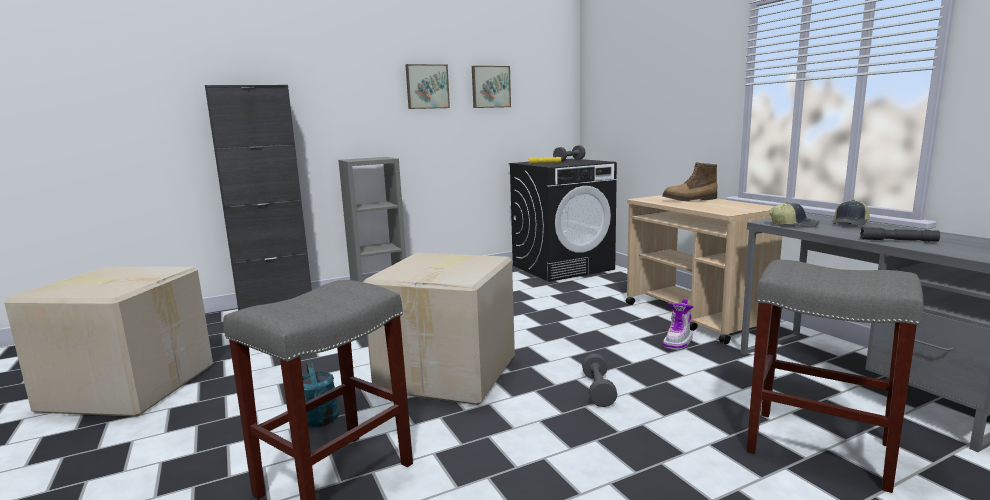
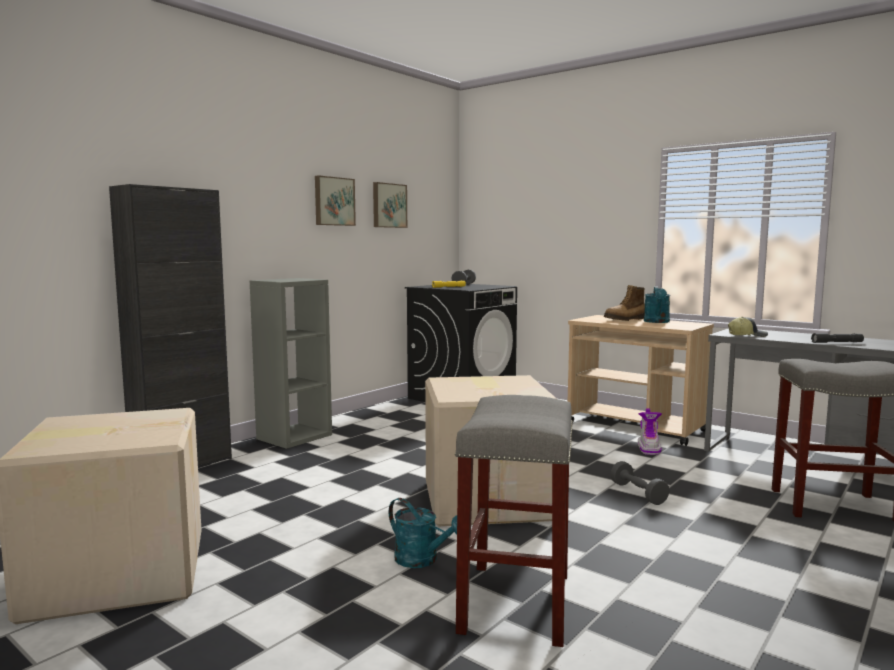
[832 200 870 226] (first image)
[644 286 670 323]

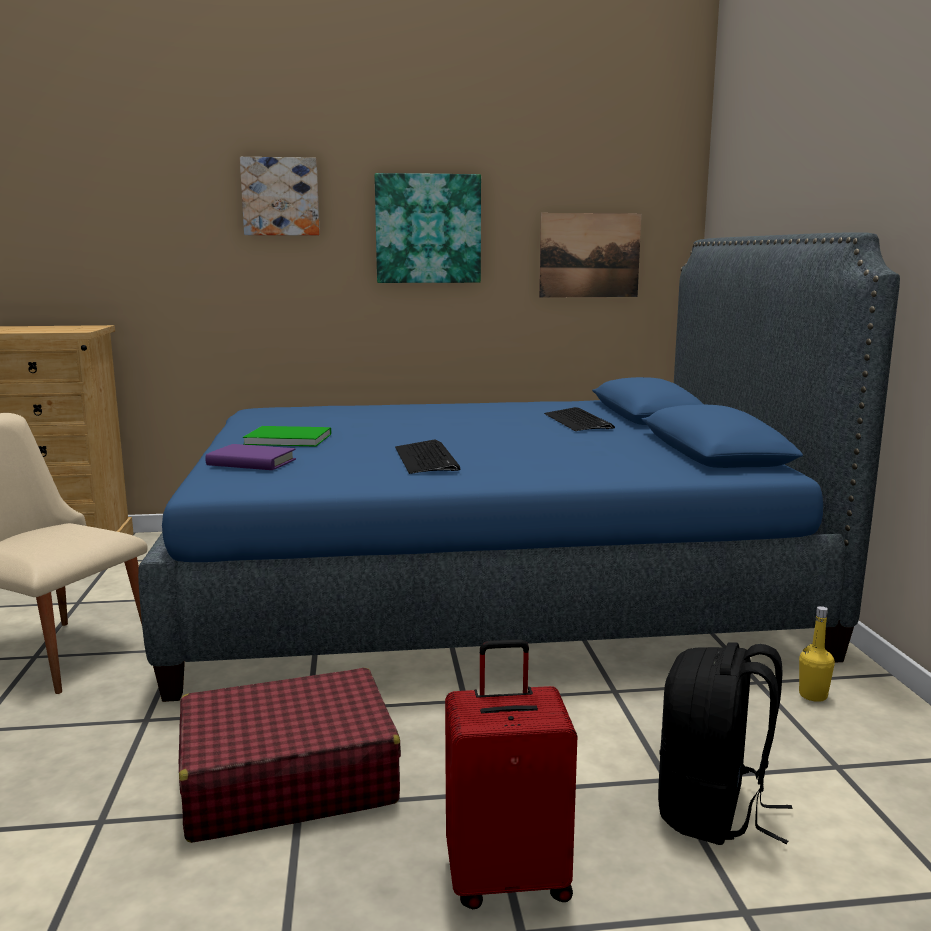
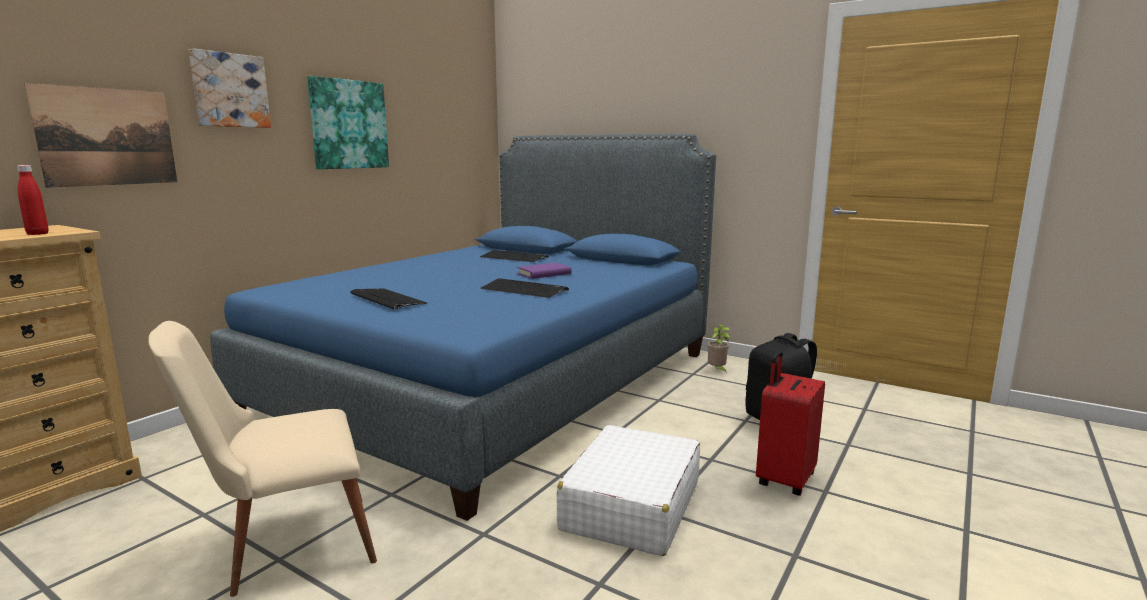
[556 425 700 556]
[517 263 571 279]
[350 289 427 309]
[24 83 177 188]
[707 324 730 372]
[17 165 49 235]

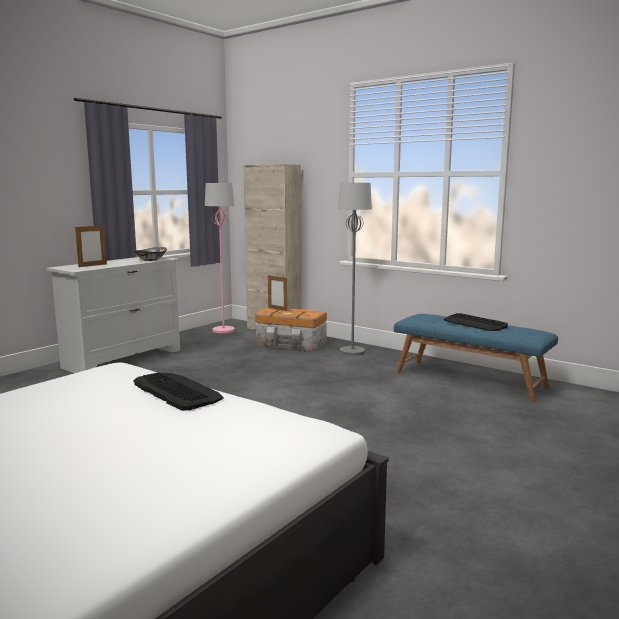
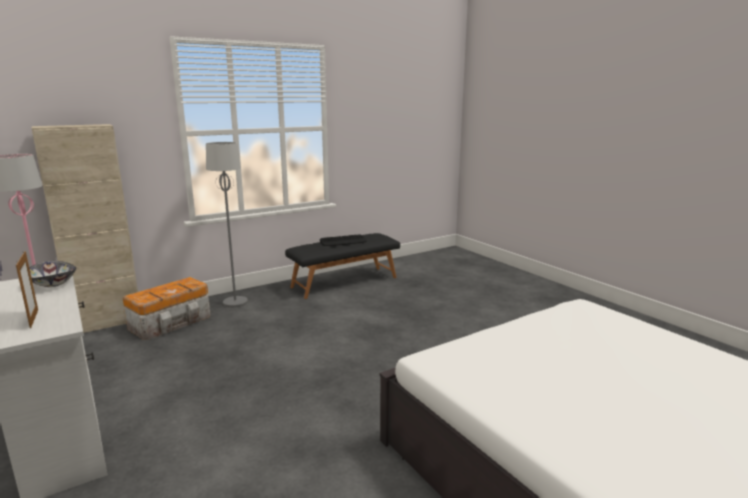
[133 372 224 411] (first image)
[268 275 287 311] (first image)
[285 233 400 299]

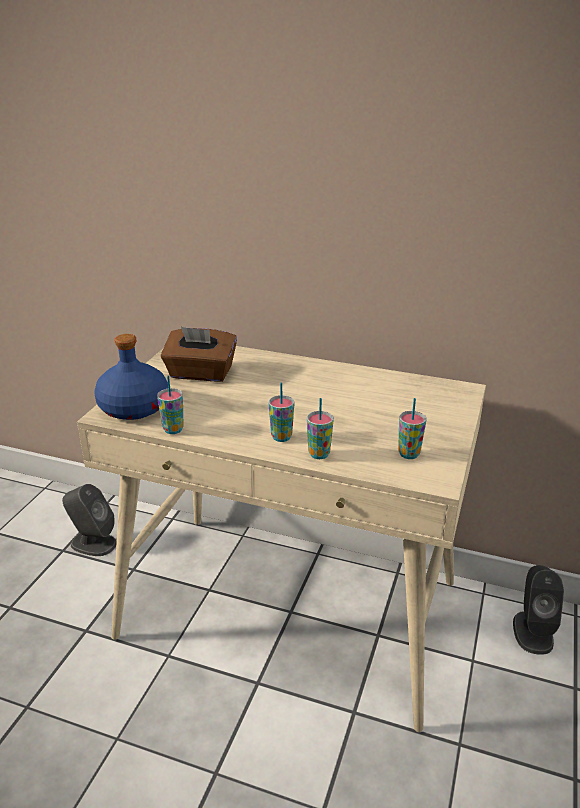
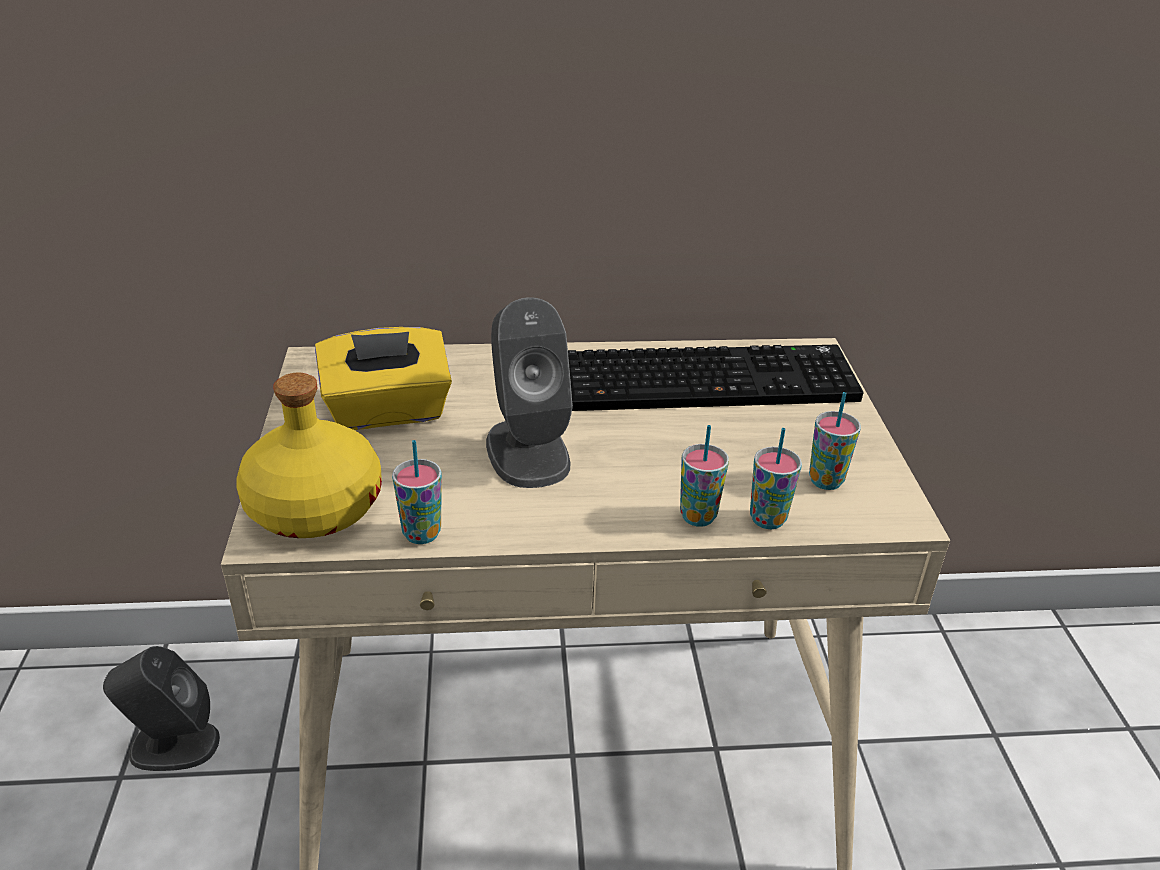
[236 373 382 538]
[315 327 452 430]
[750 428 802 529]
[486 297 573 488]
[568 345 864 411]

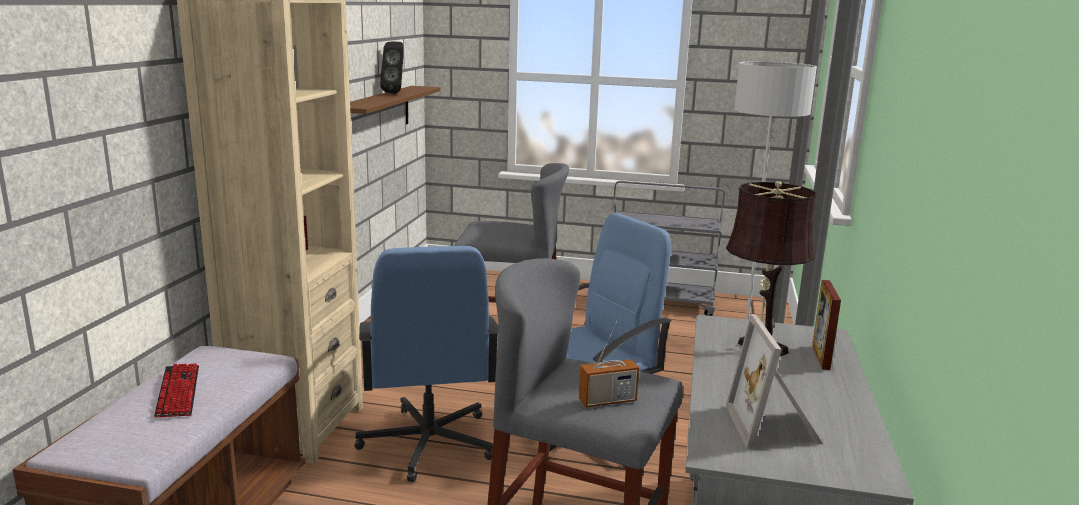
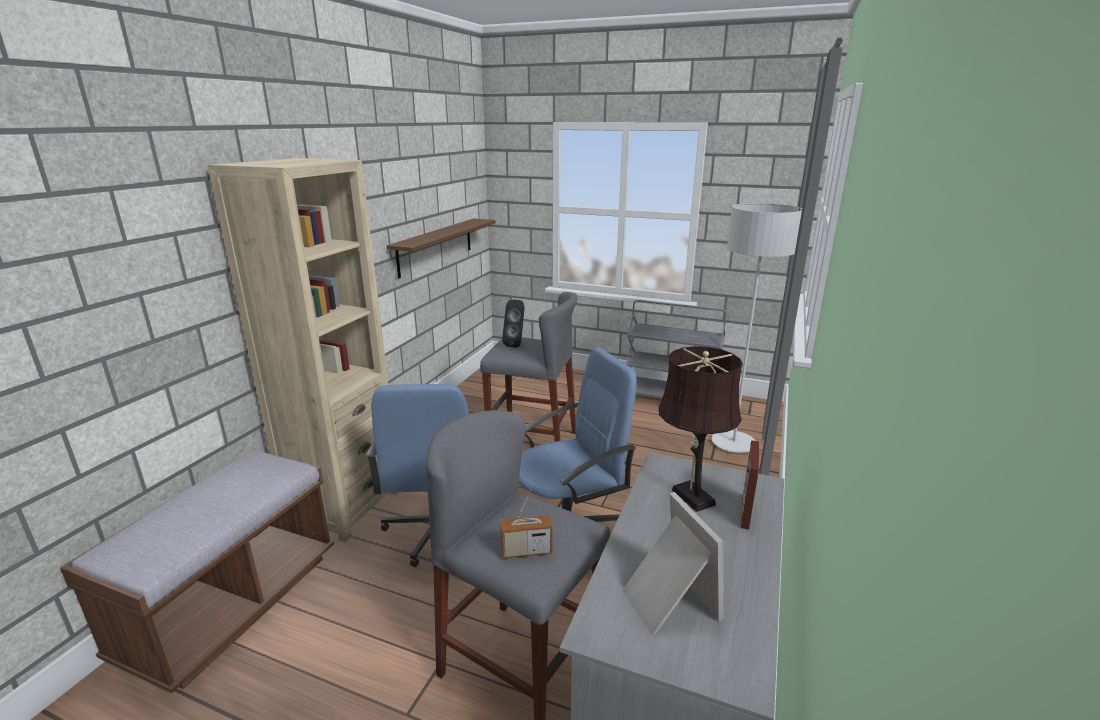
[154 363 199 417] (first image)
[502 300 524 348]
[622 492 724 635]

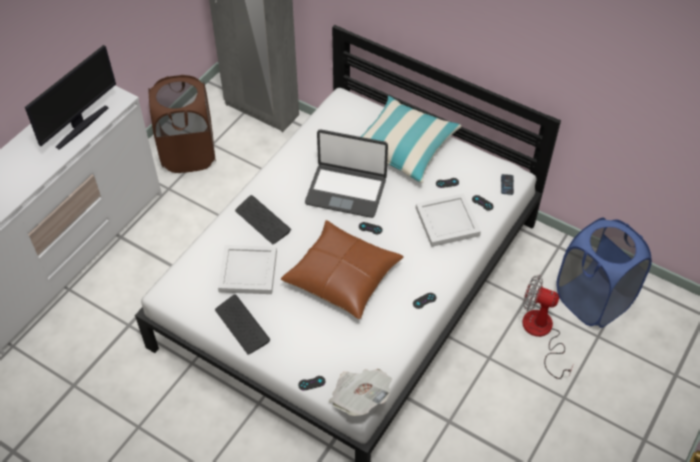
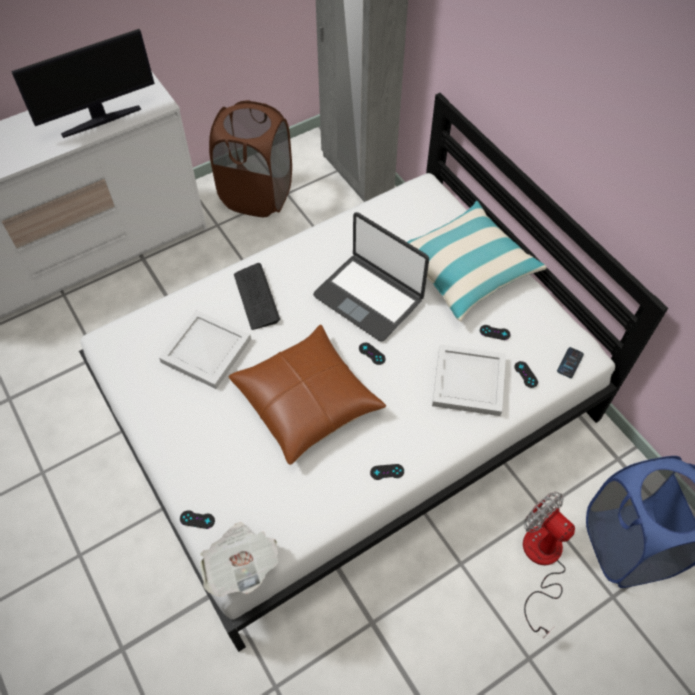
[215 295 270 355] (first image)

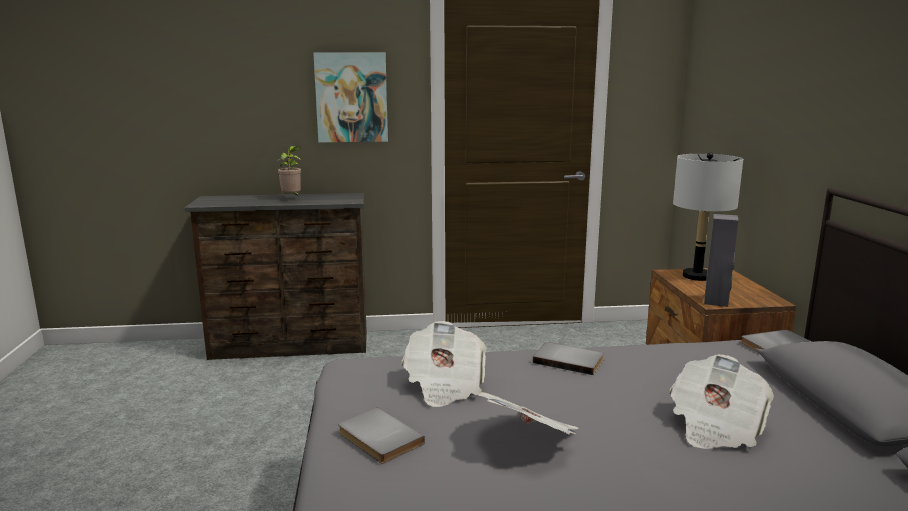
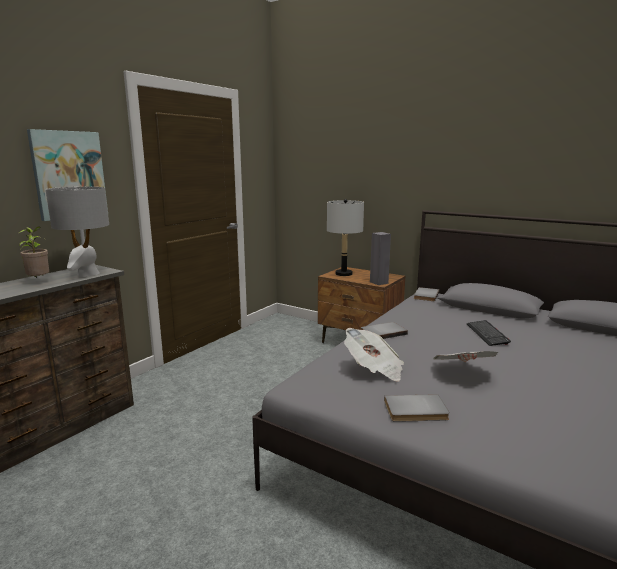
[467 320 511 346]
[45 187 109 277]

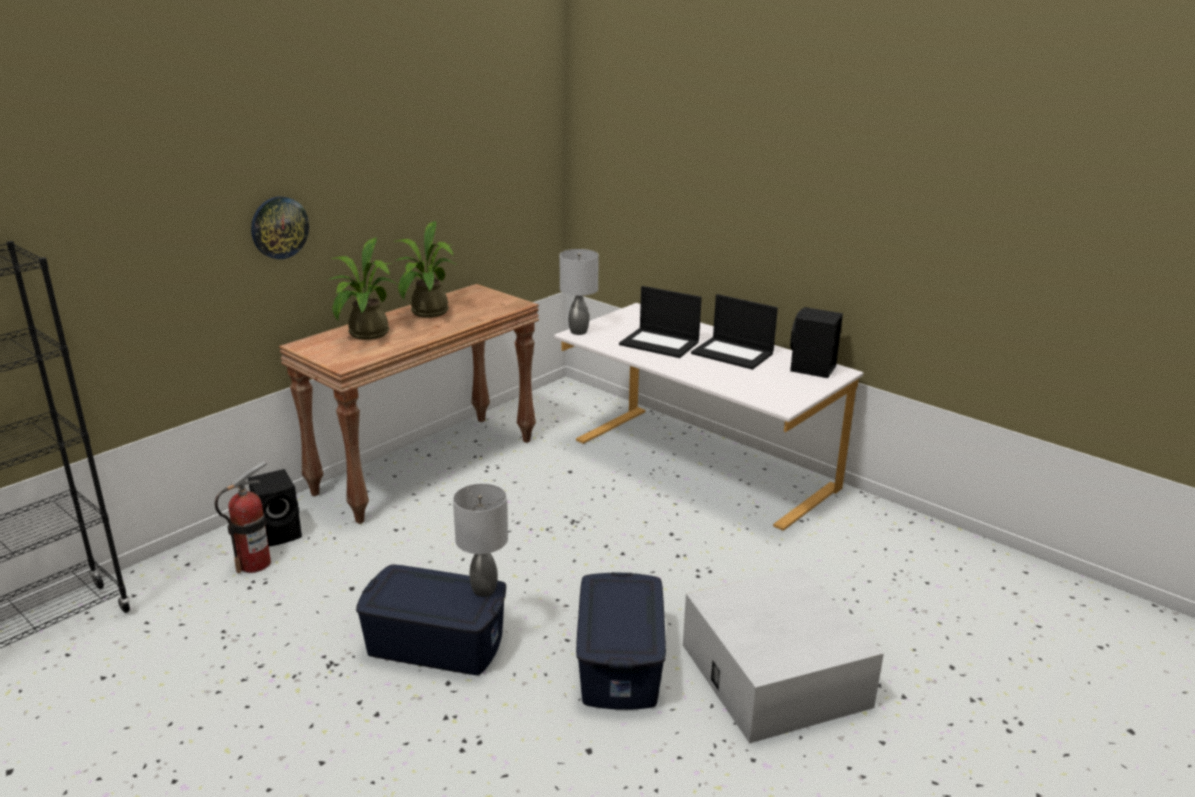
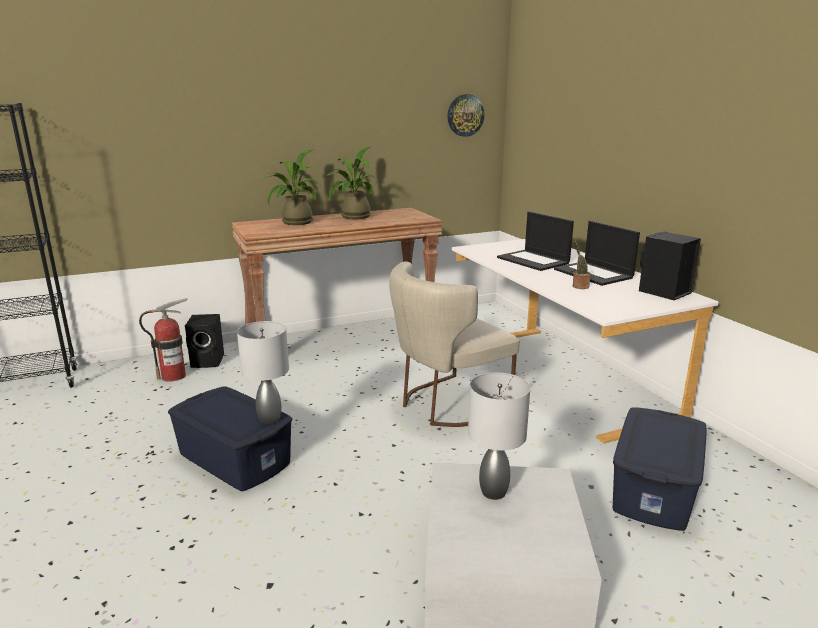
[448 94 484 137]
[468 372 530 500]
[613 407 707 531]
[389 262 520 427]
[573 241 591 289]

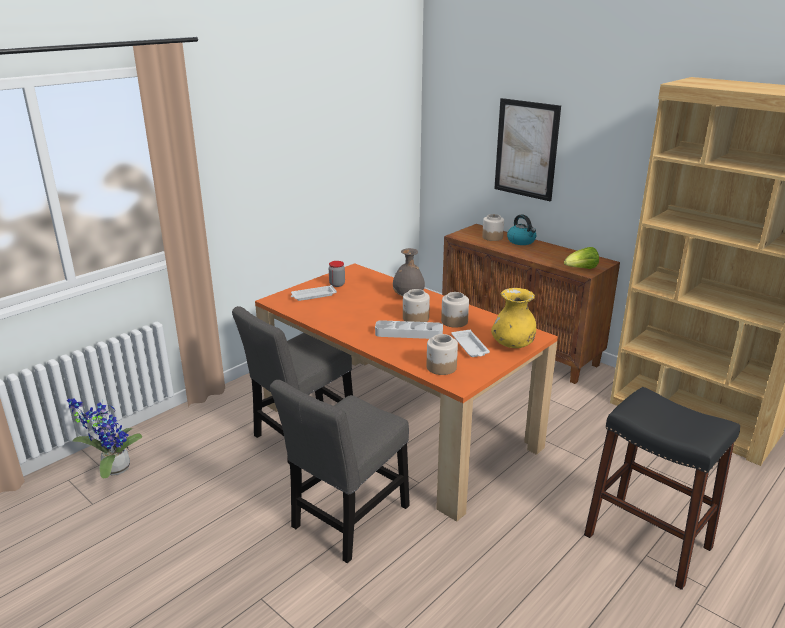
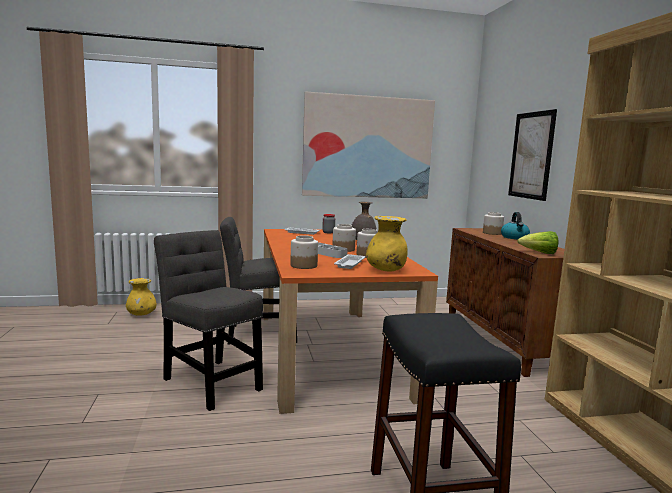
[126 278 157 316]
[154 230 263 411]
[302 91 435 198]

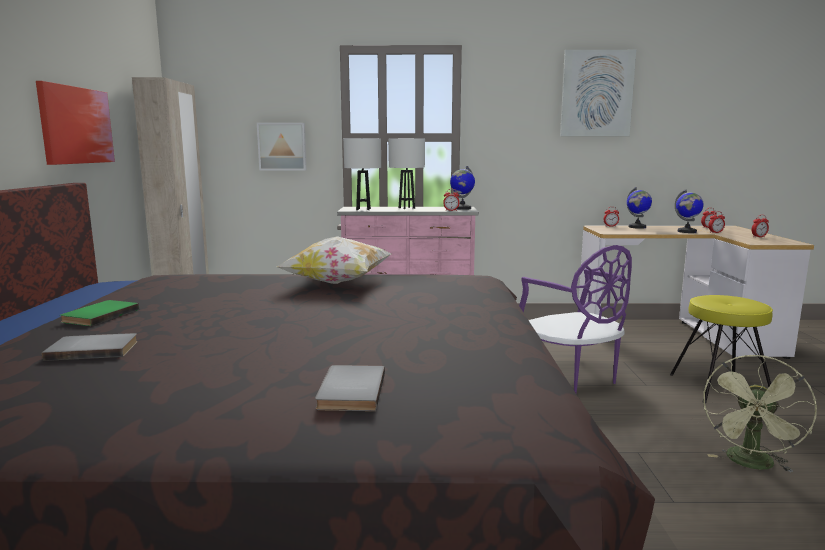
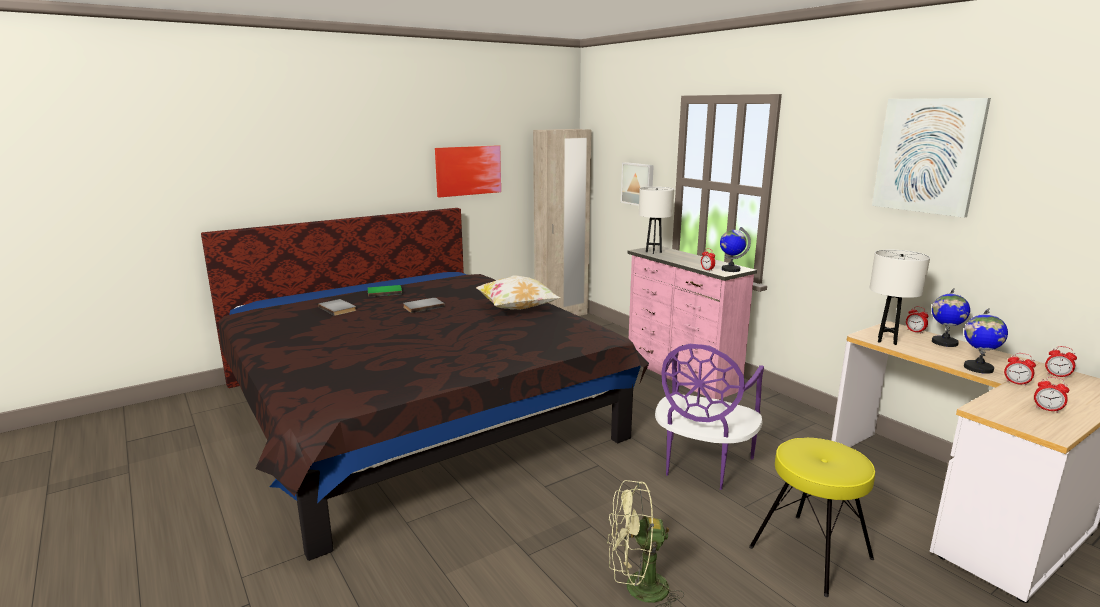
[403 298 445 313]
[870 250 930 345]

